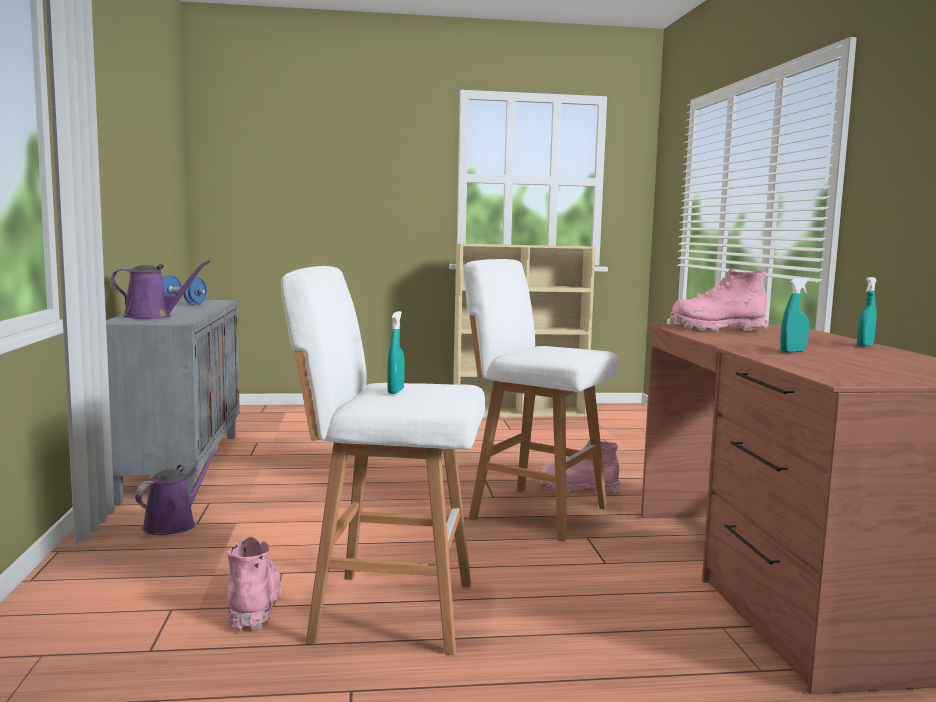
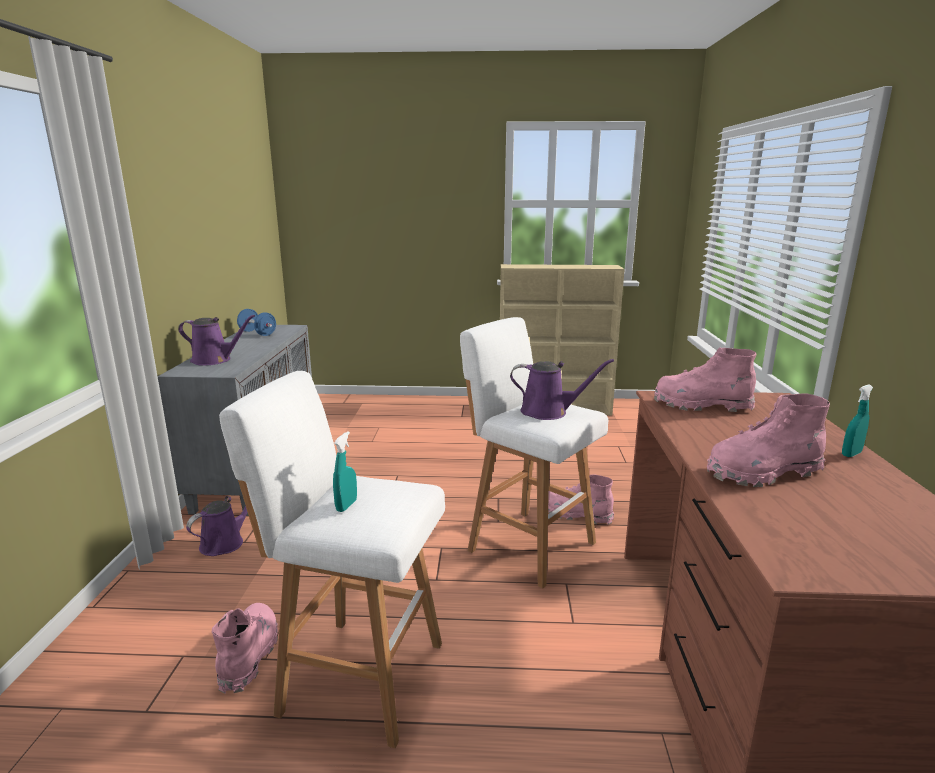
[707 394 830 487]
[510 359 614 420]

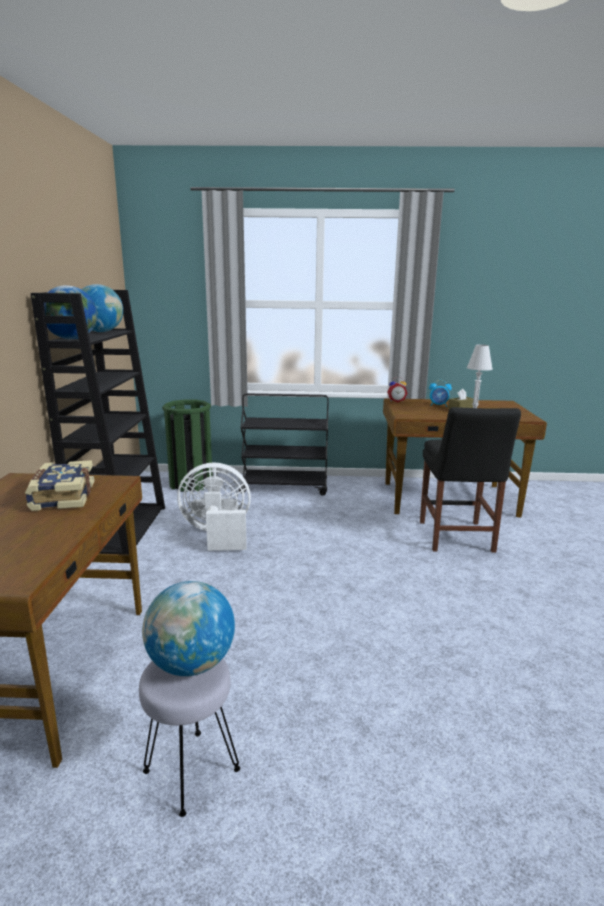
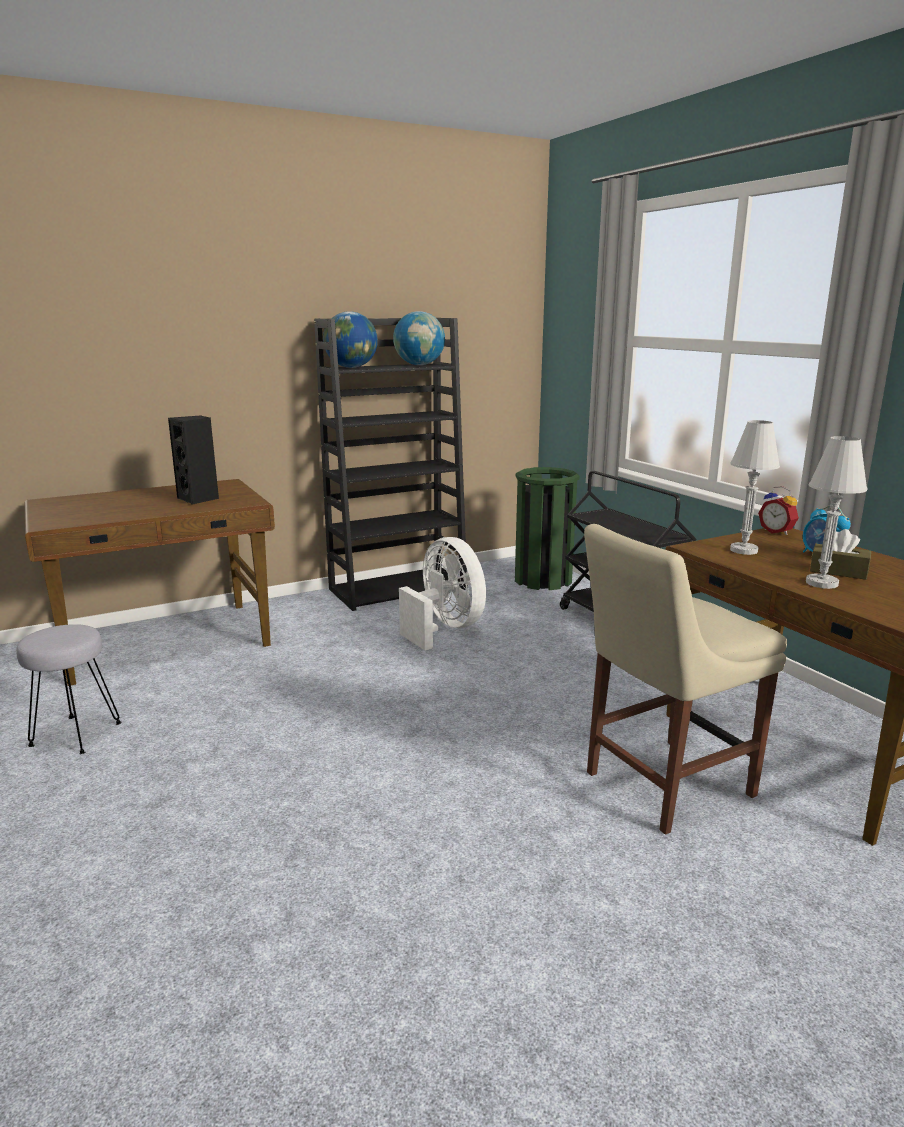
[168 415 219 505]
[142 581 235 676] (first image)
[584 524 787 835]
[730 420 780 555]

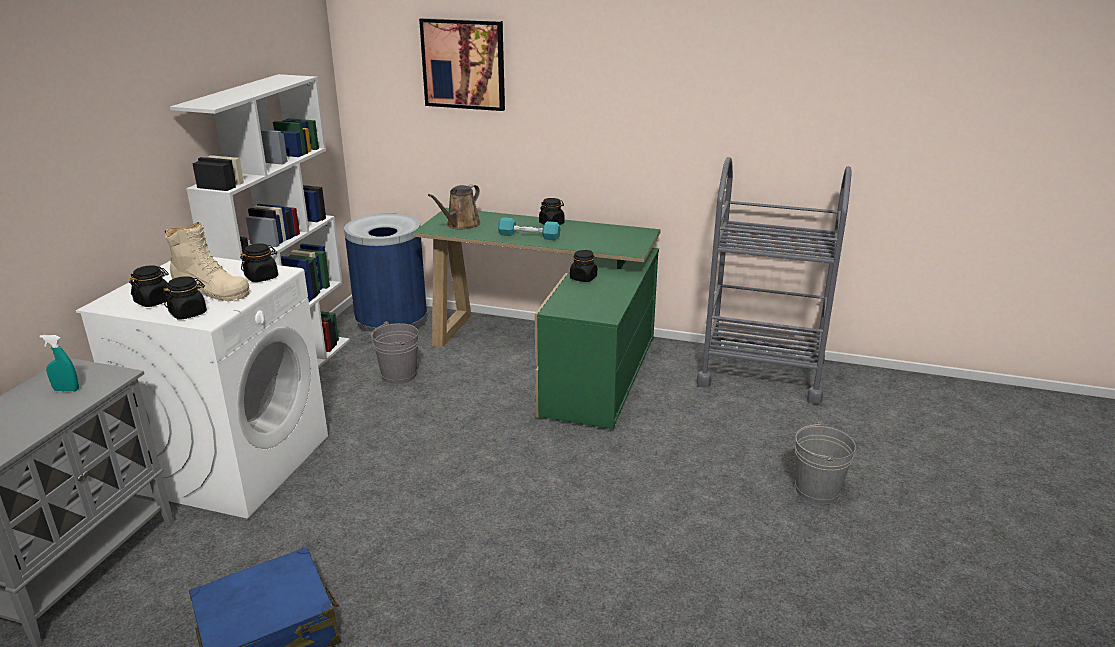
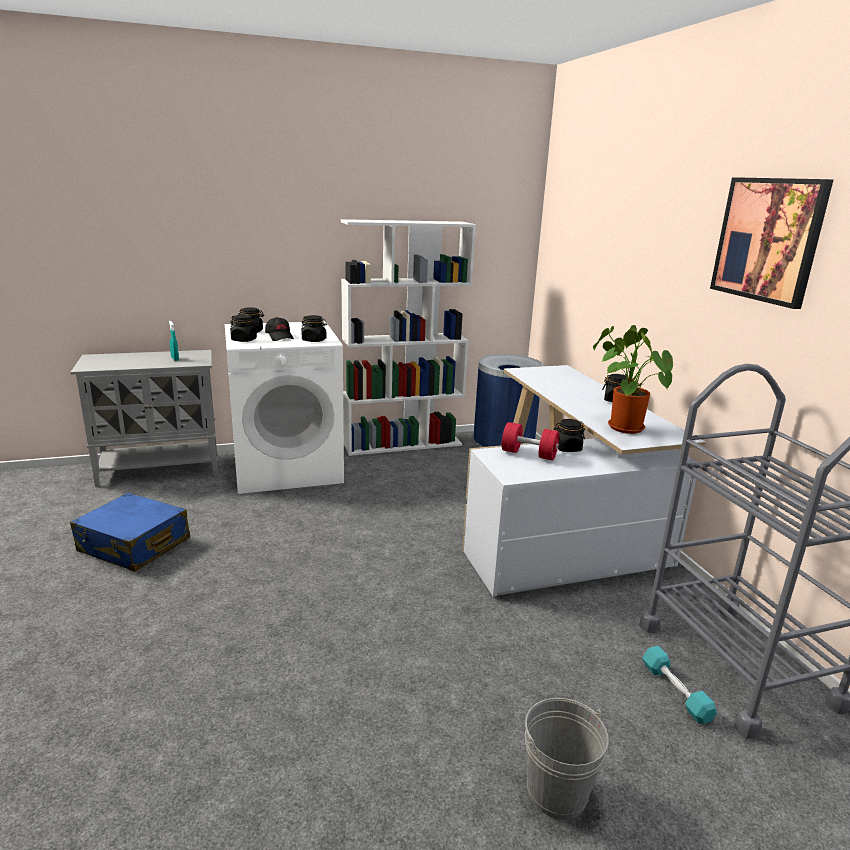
[265 317 294 341]
[371 321 419 384] (first image)
[462 365 706 597]
[710 177 833 309]
[428 185 481 230] (first image)
[642 646 717 724]
[502 422 559 460]
[593 325 674 434]

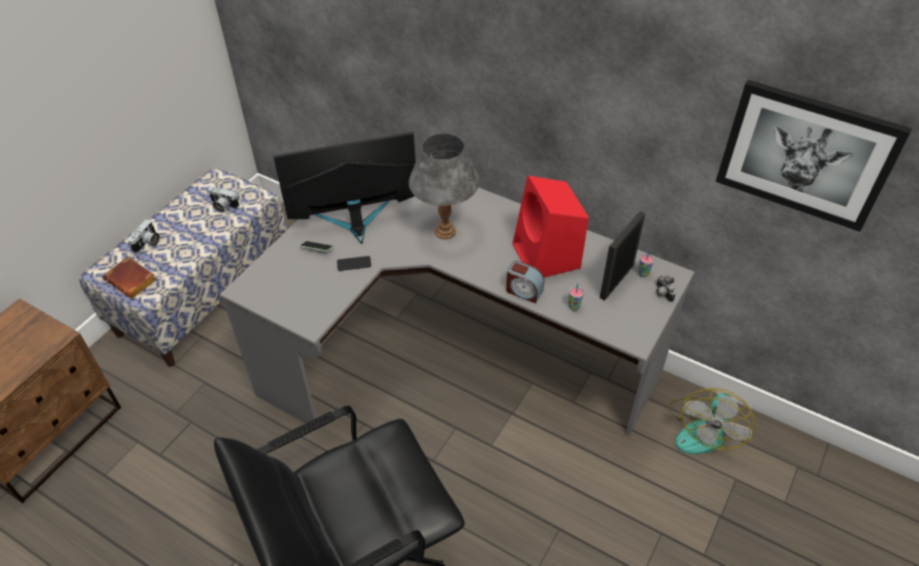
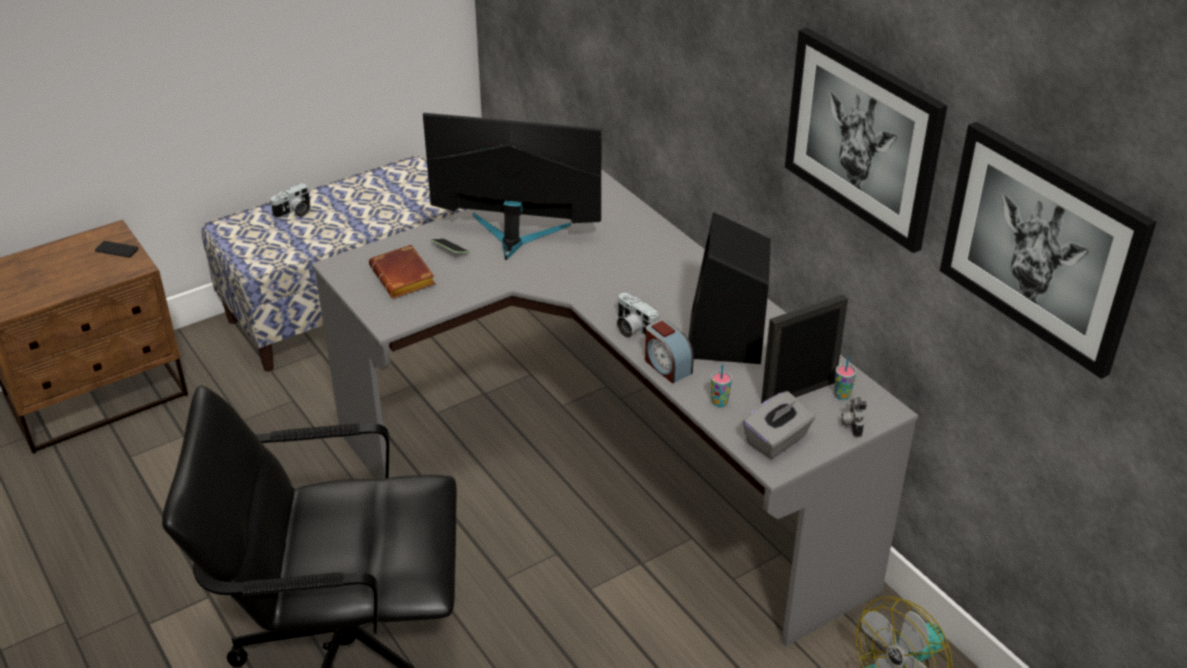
[369 245 436 298]
[617 293 659 338]
[95 241 139 257]
[409 133 480 239] (first image)
[688 212 771 364]
[743 391 815 459]
[785 27 947 253]

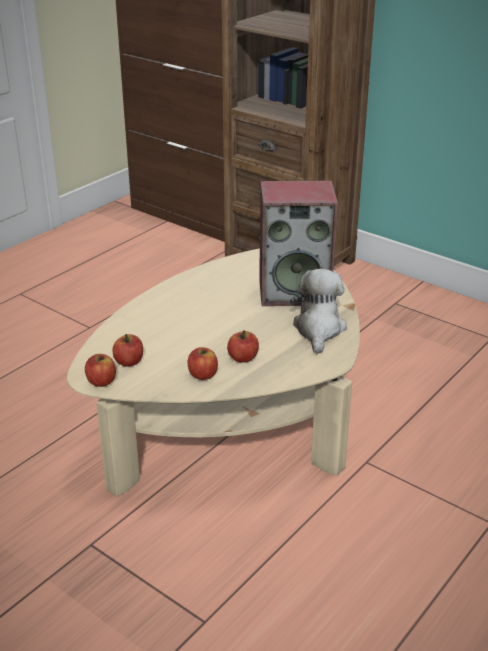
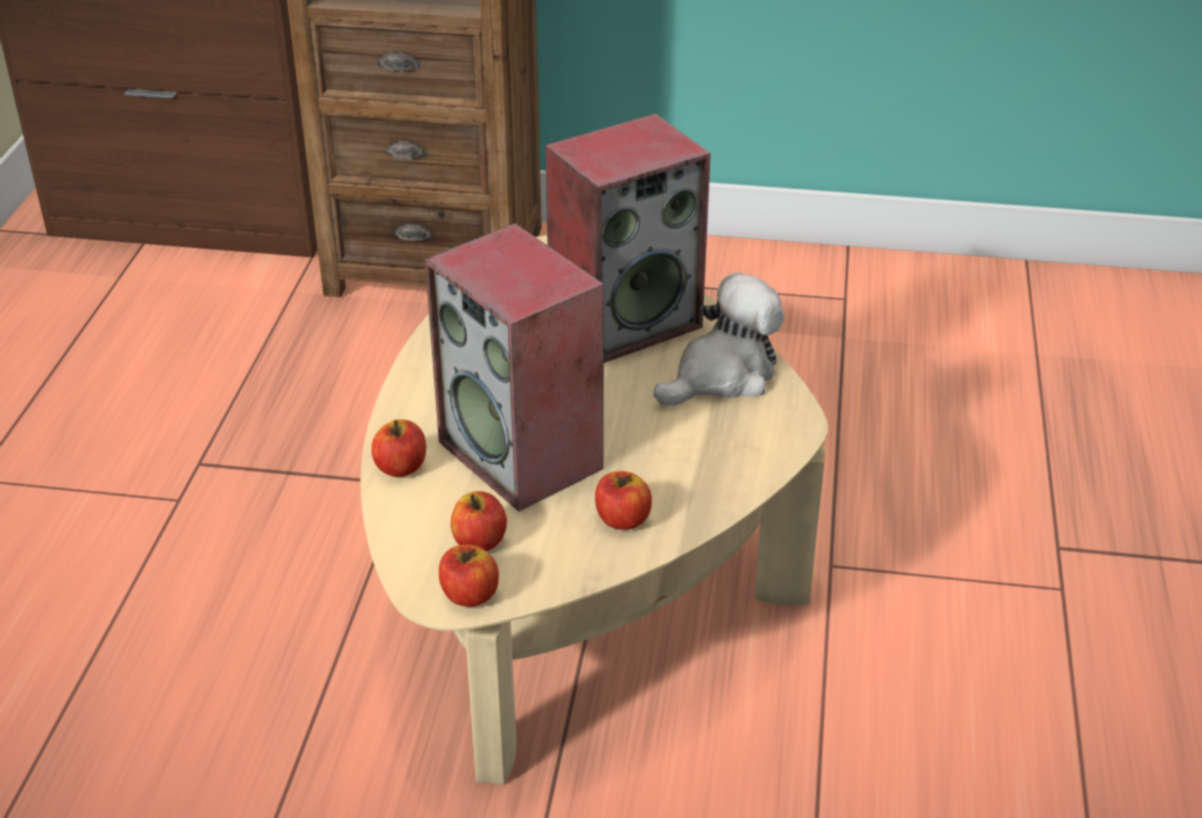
[371 419 426 477]
[653 272 784 406]
[425 223 604 512]

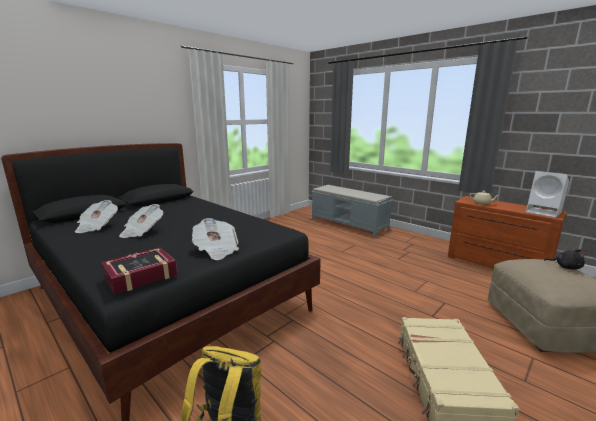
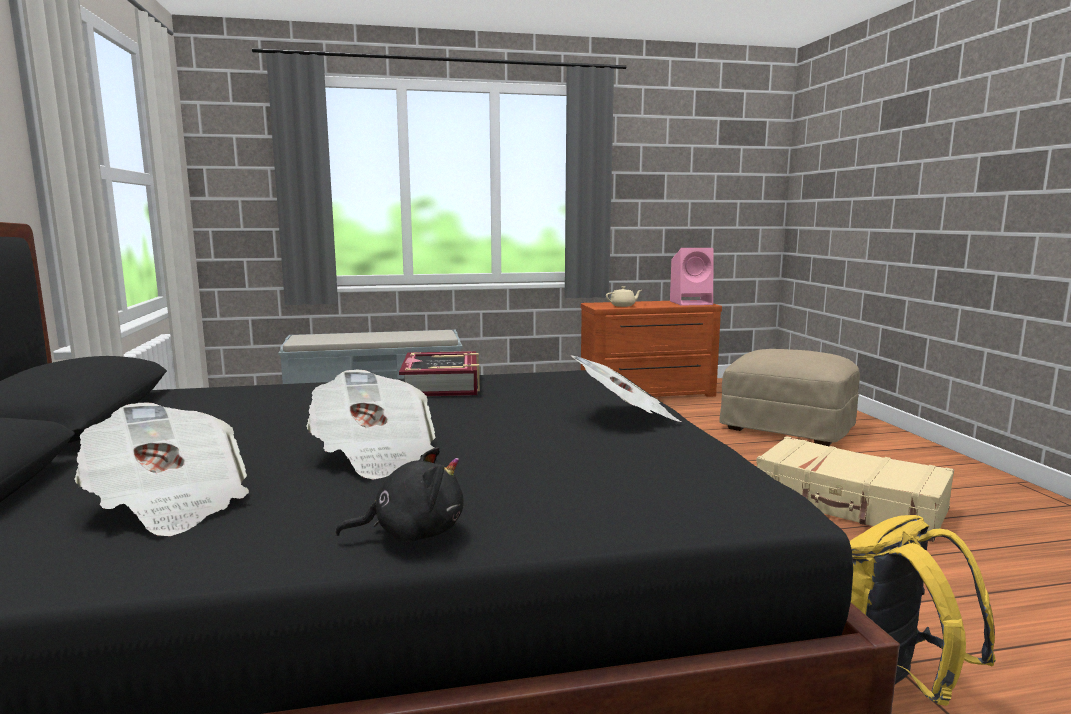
[399 351 480 396]
[670 248 714 306]
[335 447 464 542]

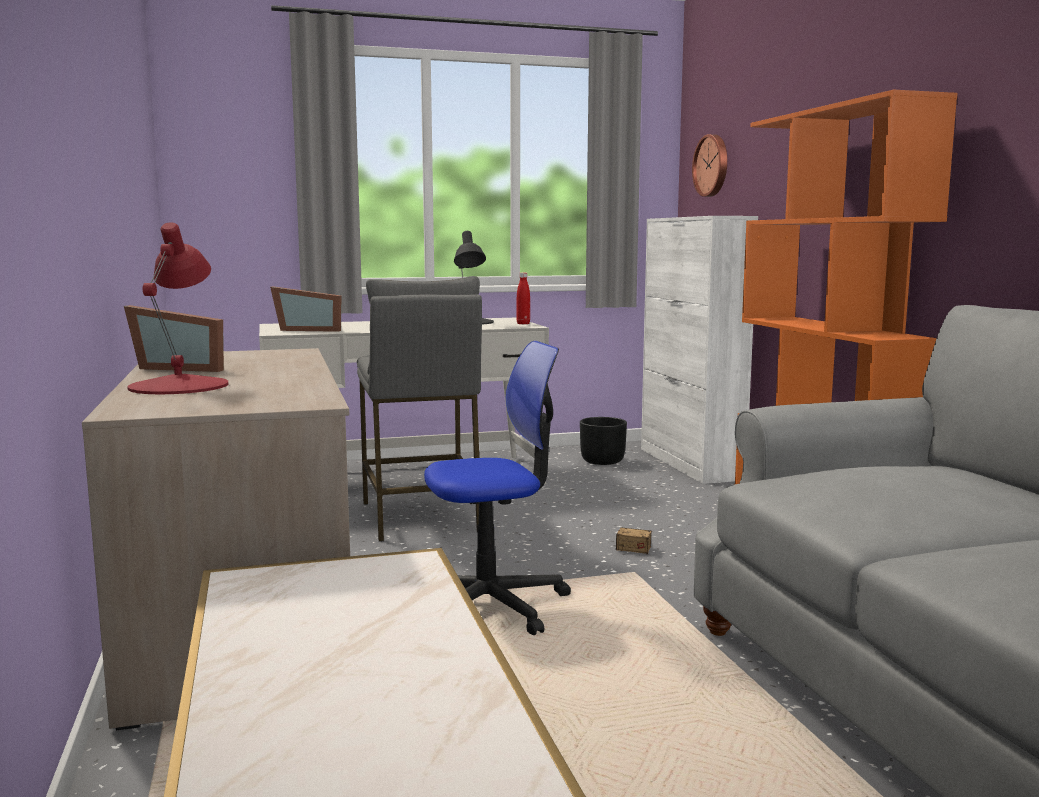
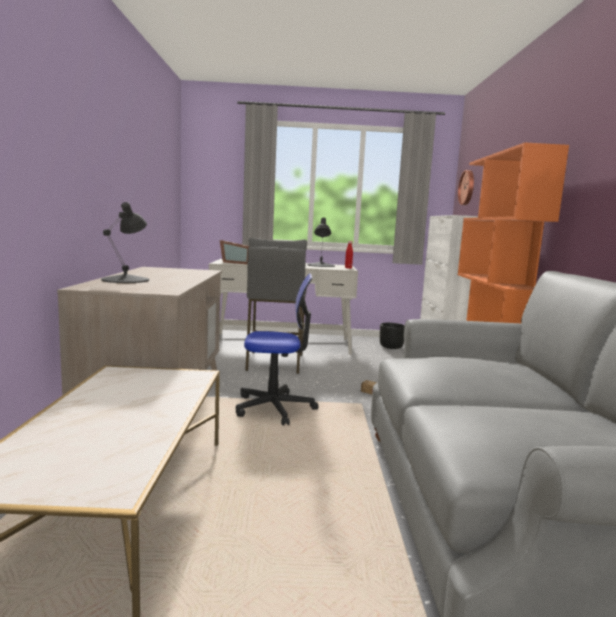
[124 305 224 372] (first image)
[101 202 149 283]

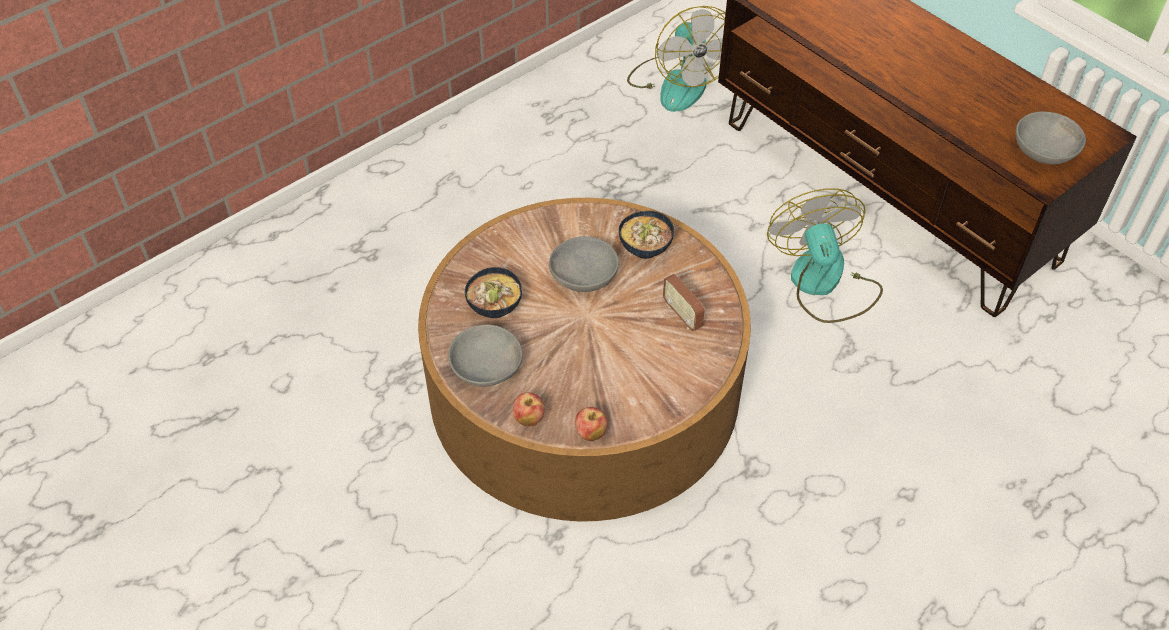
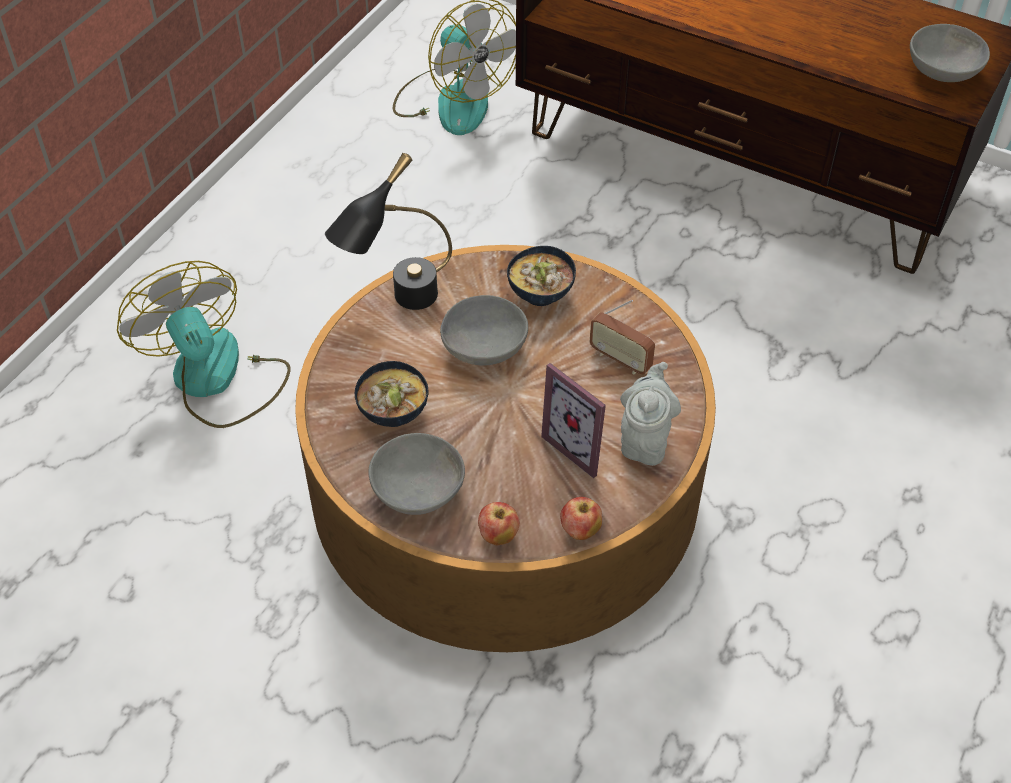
[117 261 291 428]
[325 153 452 310]
[541 363 606 478]
[620 362 681 466]

